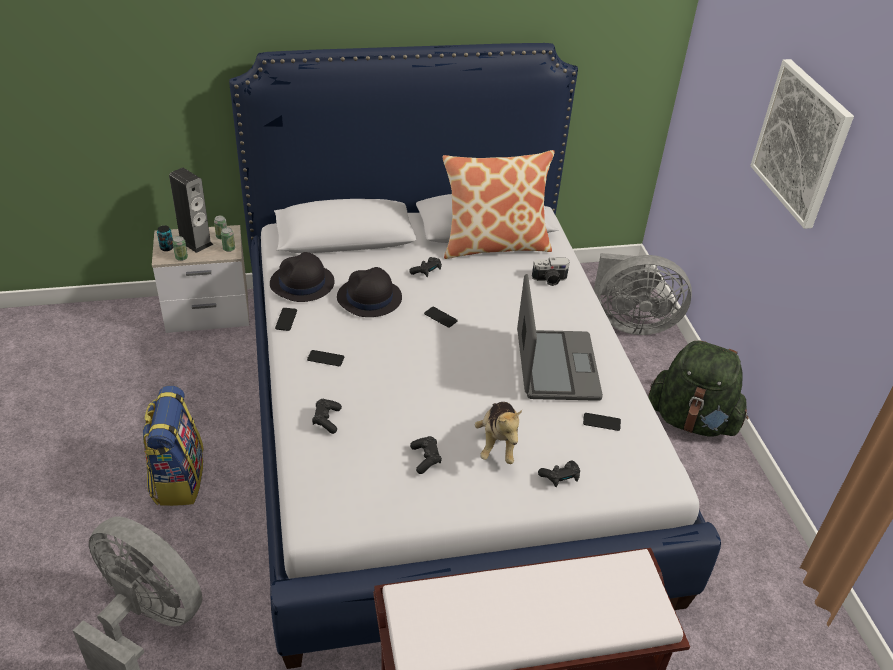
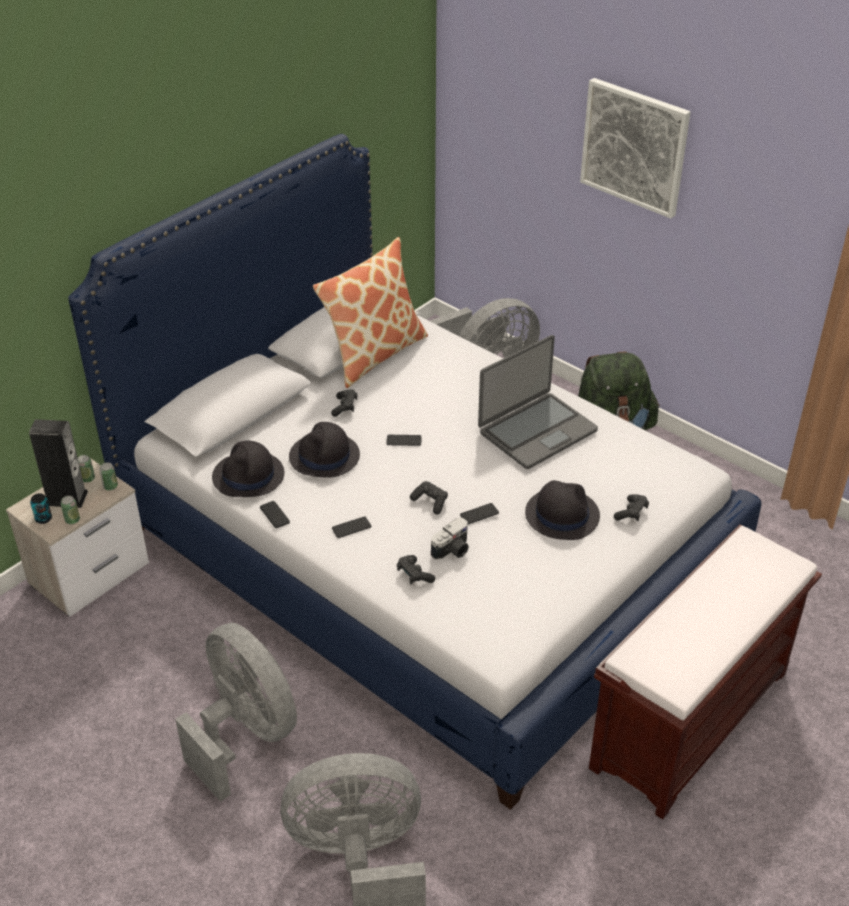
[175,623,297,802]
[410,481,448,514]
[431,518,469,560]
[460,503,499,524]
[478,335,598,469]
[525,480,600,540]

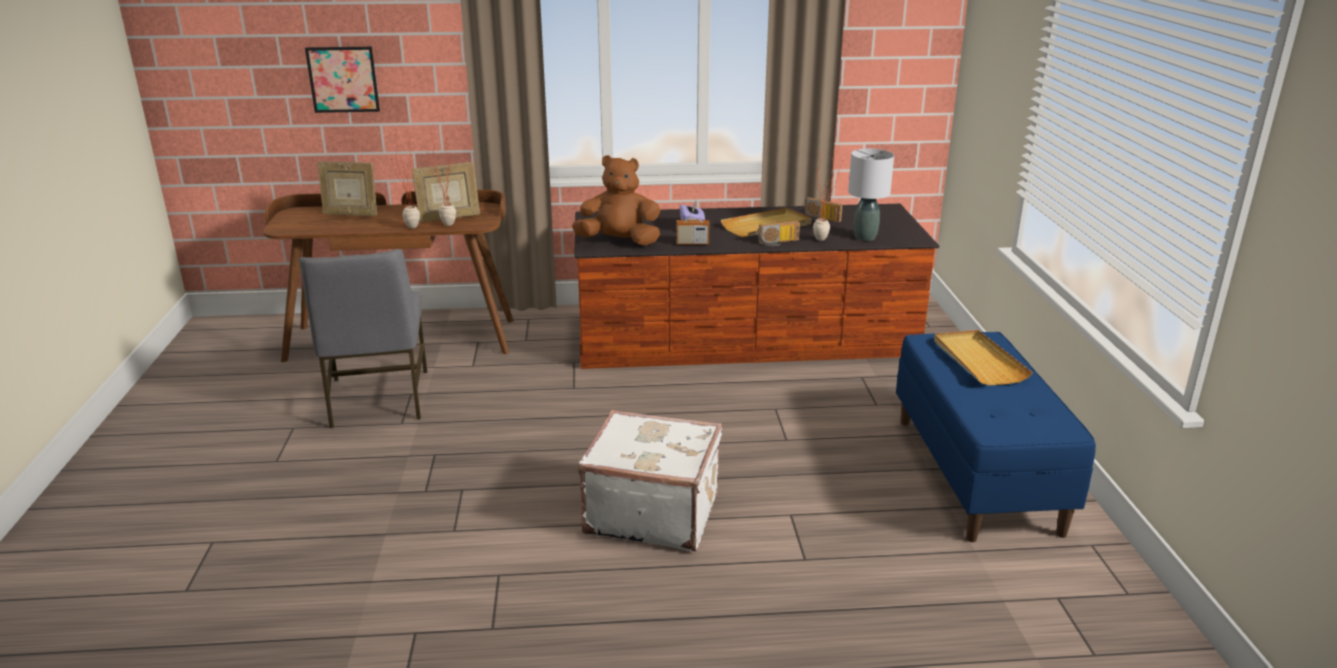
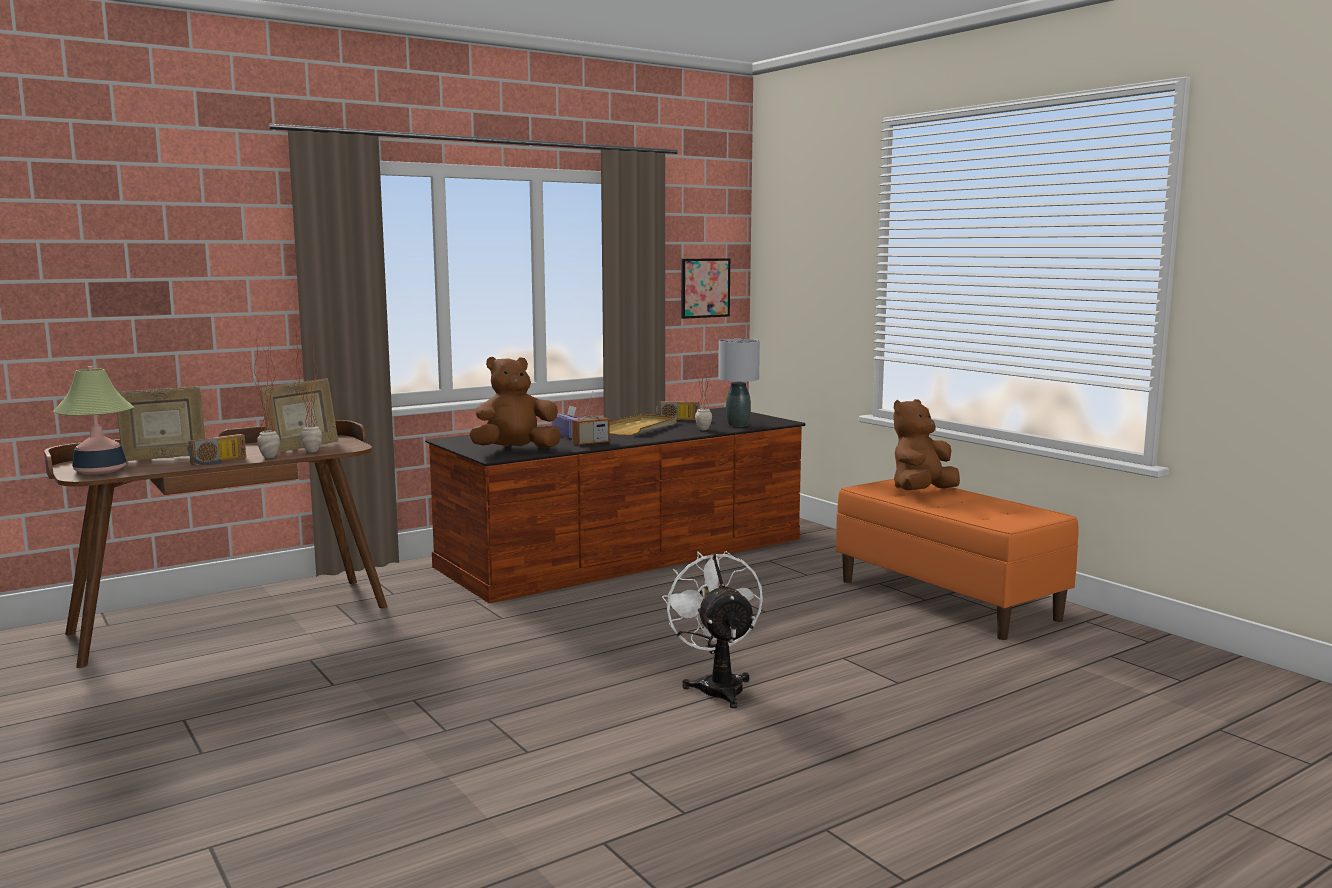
[53,366,135,475]
[187,434,246,465]
[662,551,763,708]
[681,258,730,319]
[836,479,1079,640]
[893,399,960,490]
[299,249,427,428] (first image)

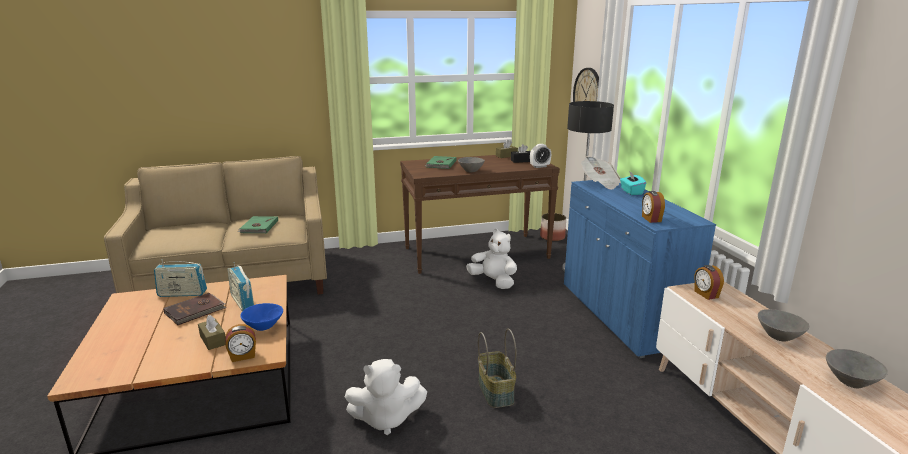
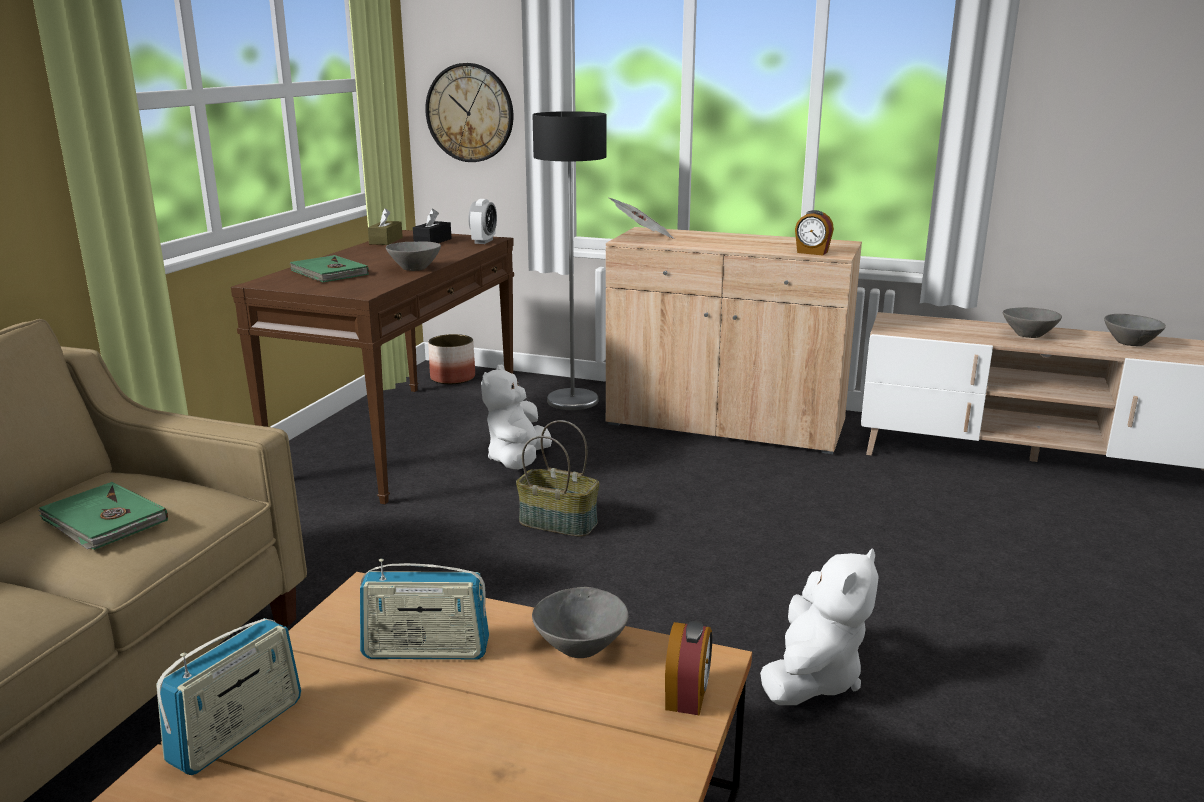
[481,365,552,469]
[516,420,599,537]
[532,587,629,658]
[606,227,862,454]
[163,293,226,325] (first image)
[198,315,226,350] (first image)
[620,171,646,195] (first image)
[694,265,724,300] (first image)

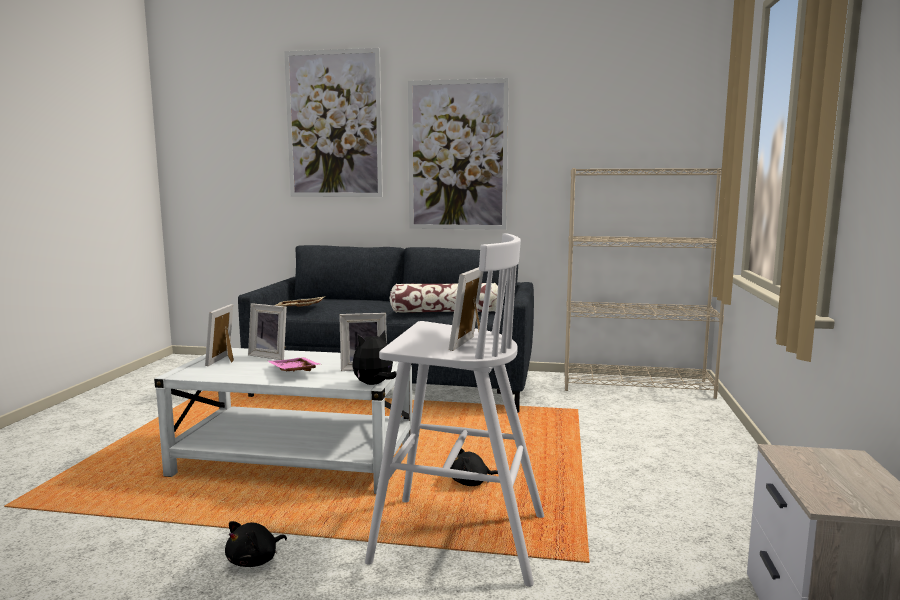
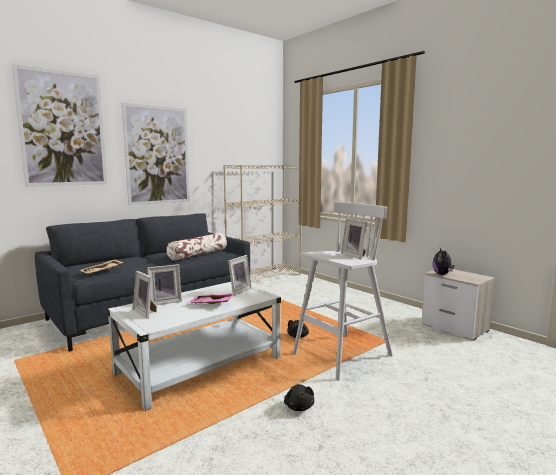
[432,248,454,275]

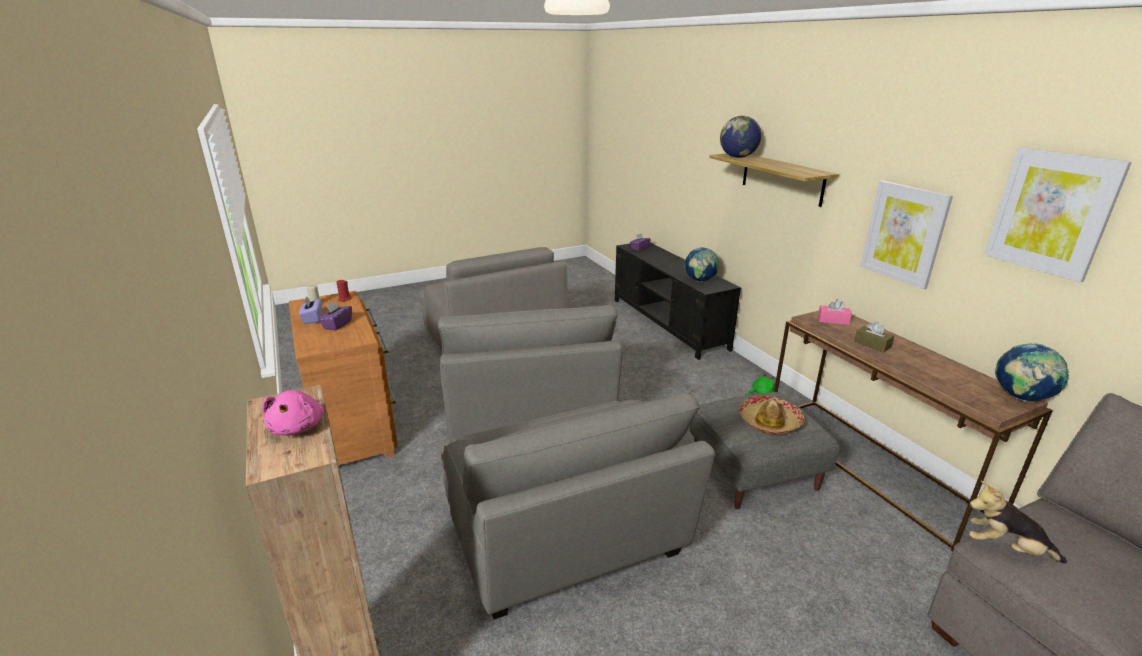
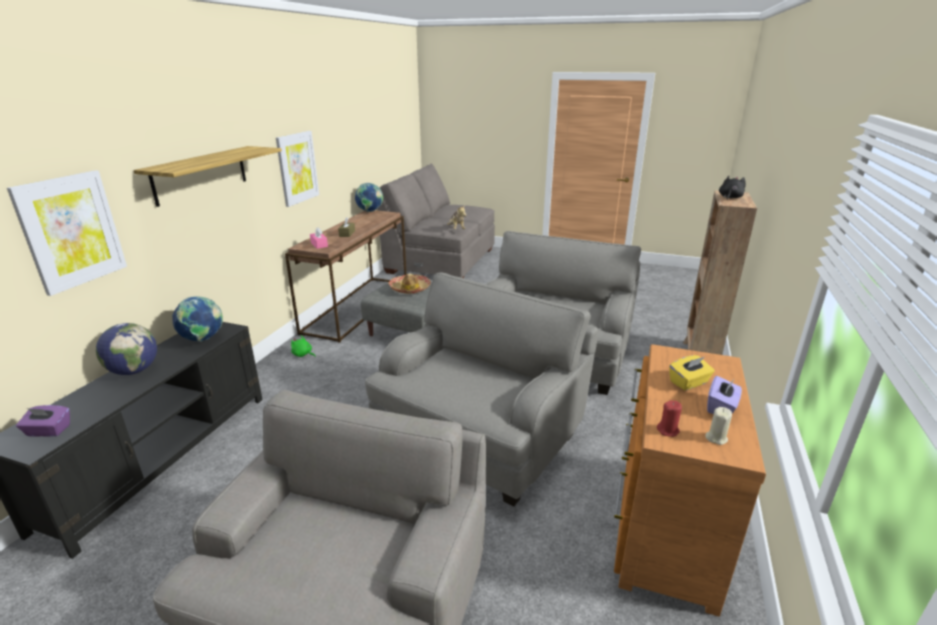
[7,170,127,296]
[96,323,157,375]
[669,355,715,390]
[719,176,746,199]

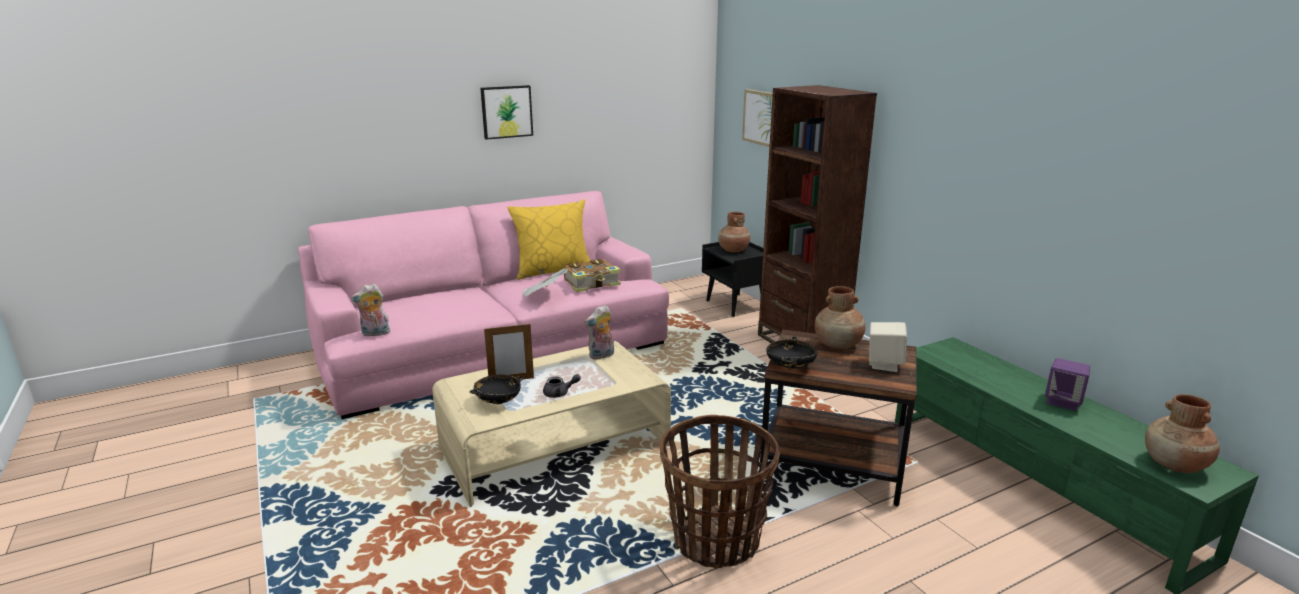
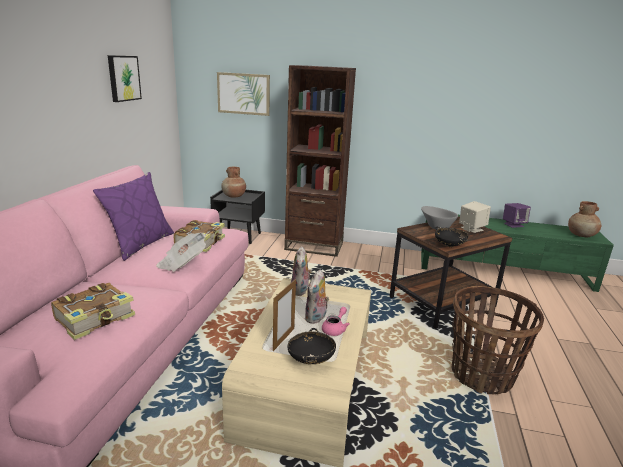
[51,283,135,340]
[93,172,174,261]
[108,55,142,102]
[305,270,329,324]
[322,307,350,336]
[421,206,458,229]

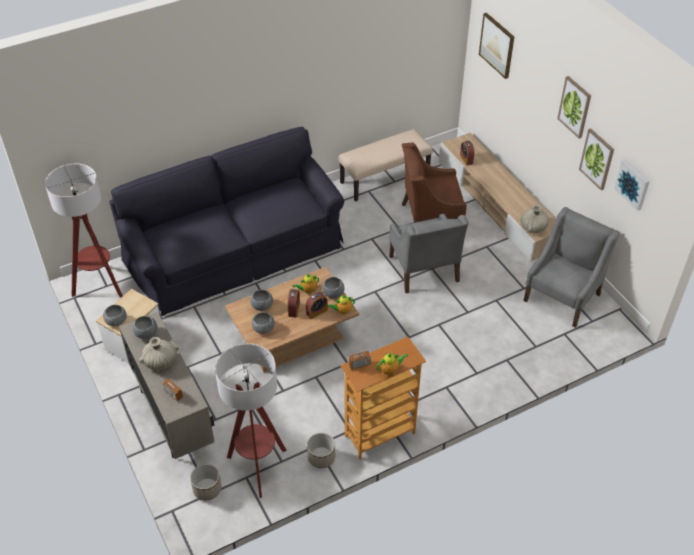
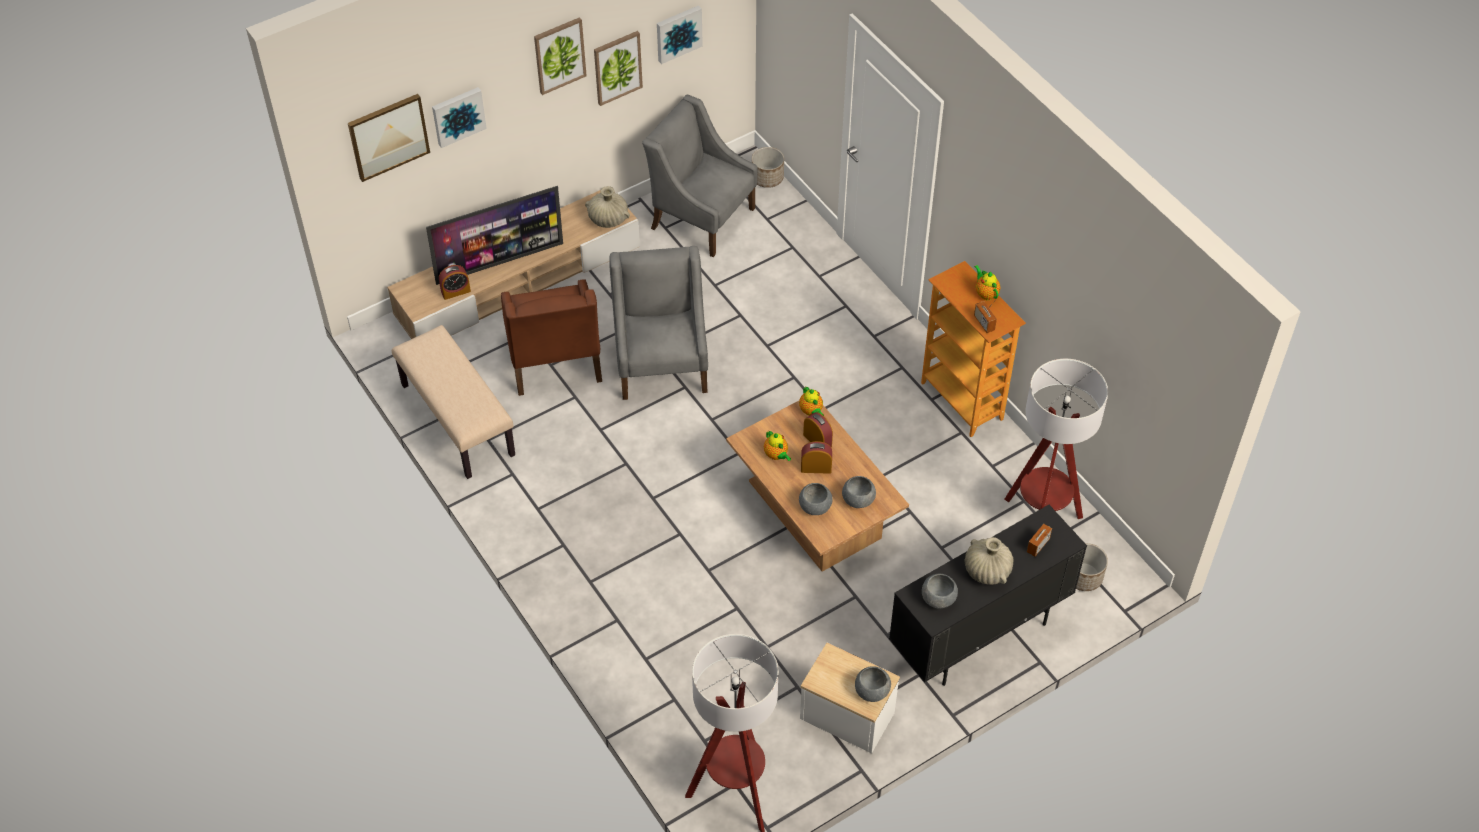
[426,186,563,285]
[432,87,487,148]
[609,246,708,400]
[752,147,784,188]
[889,505,1087,686]
[110,127,344,316] (first image)
[322,277,344,298] (first image)

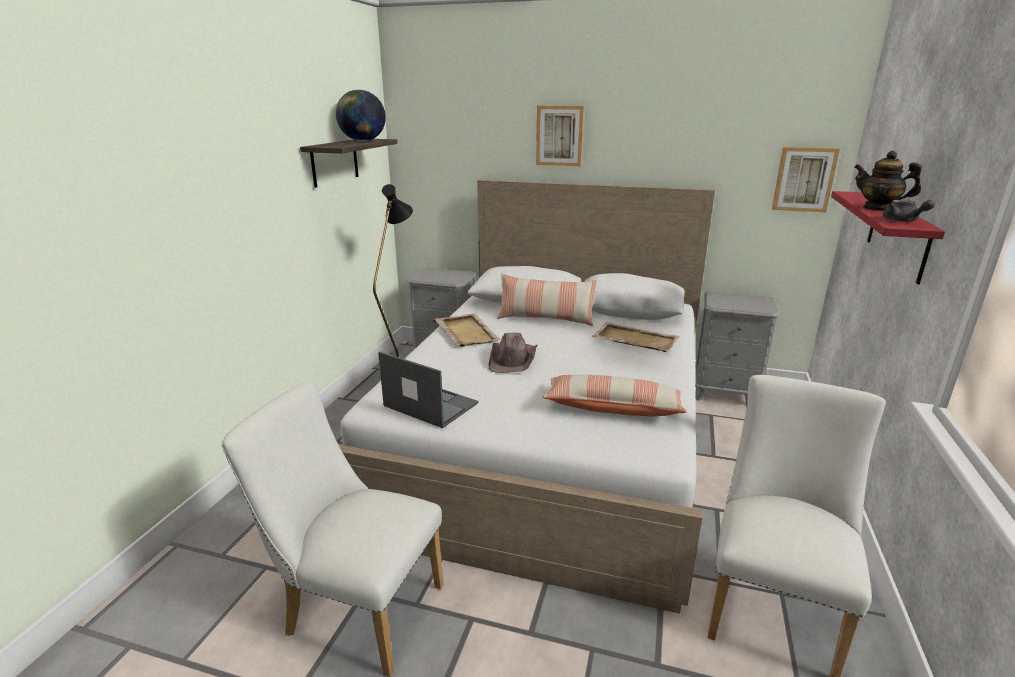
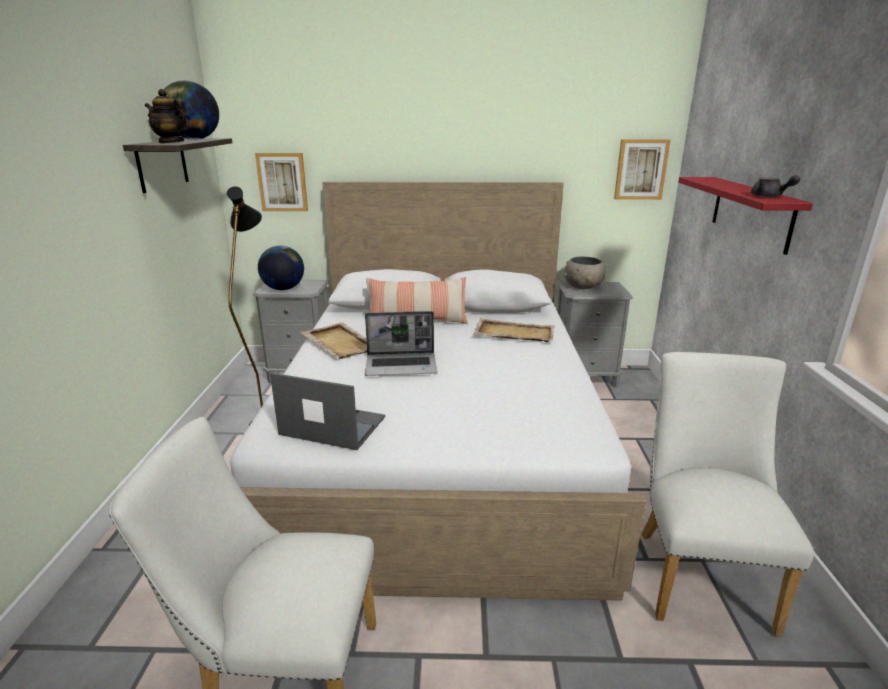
[145,89,189,143]
[255,153,308,211]
[258,245,304,290]
[365,311,437,376]
[564,256,606,289]
[542,374,687,416] (first image)

